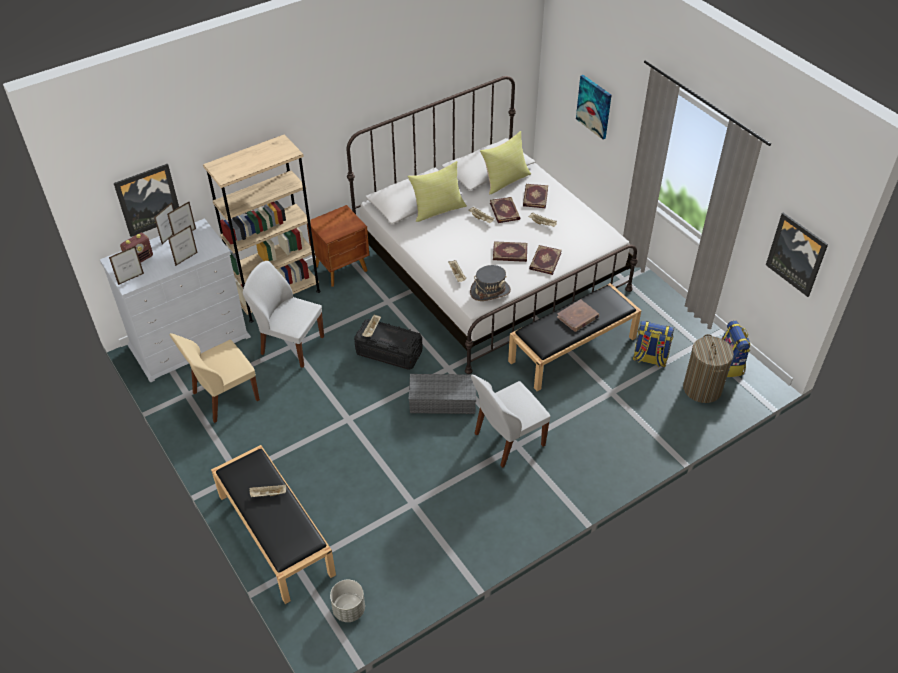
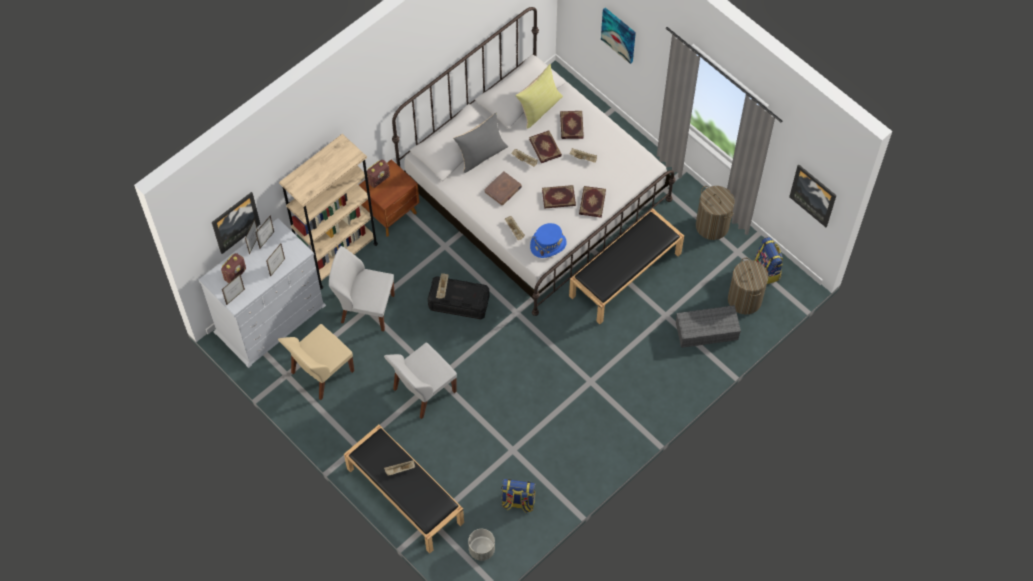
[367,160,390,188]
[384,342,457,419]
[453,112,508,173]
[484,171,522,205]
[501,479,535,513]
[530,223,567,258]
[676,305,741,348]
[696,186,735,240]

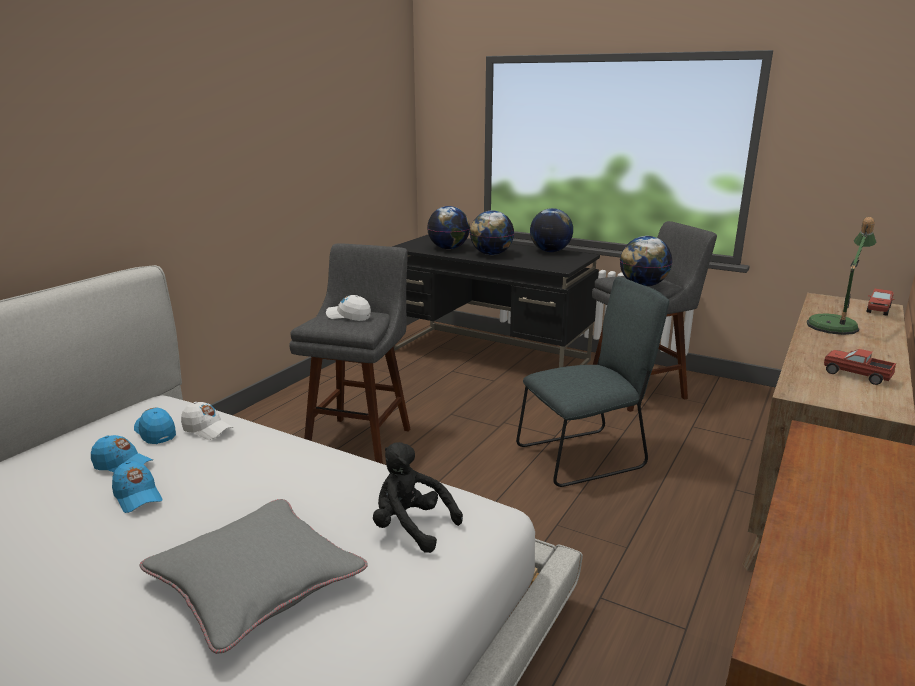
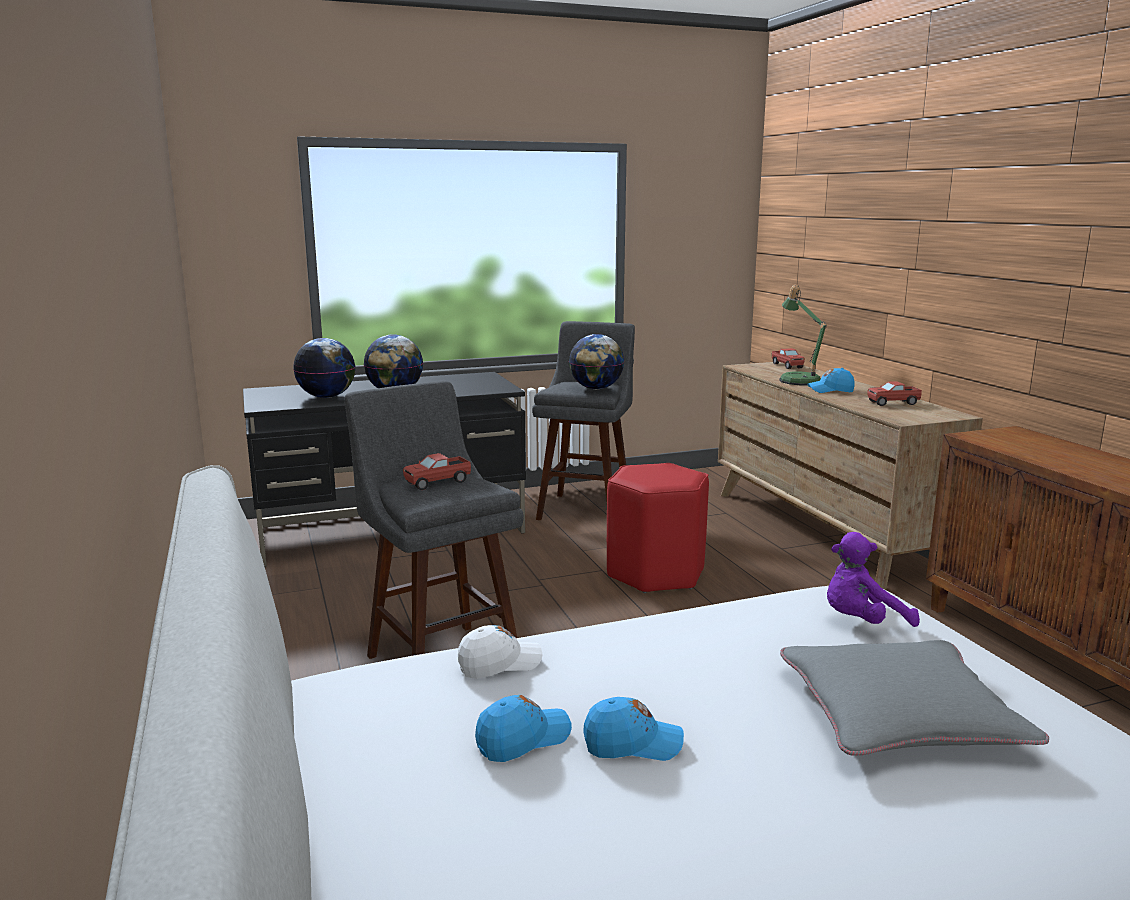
[403,453,471,490]
[607,463,709,593]
[807,368,855,393]
[827,532,920,627]
[530,208,573,252] (first image)

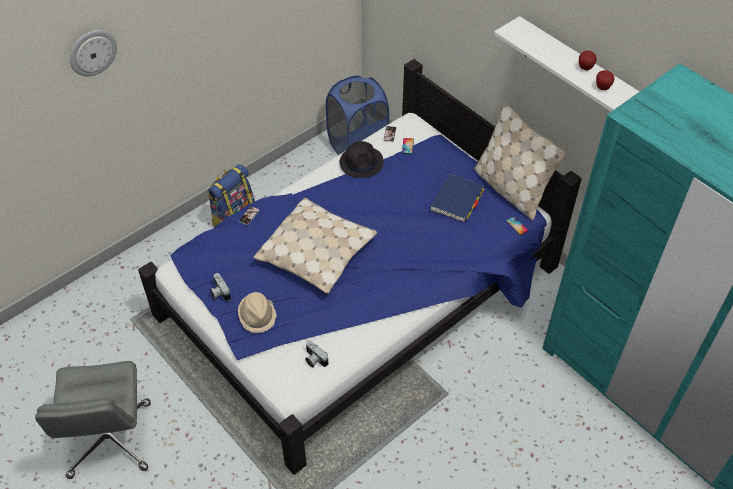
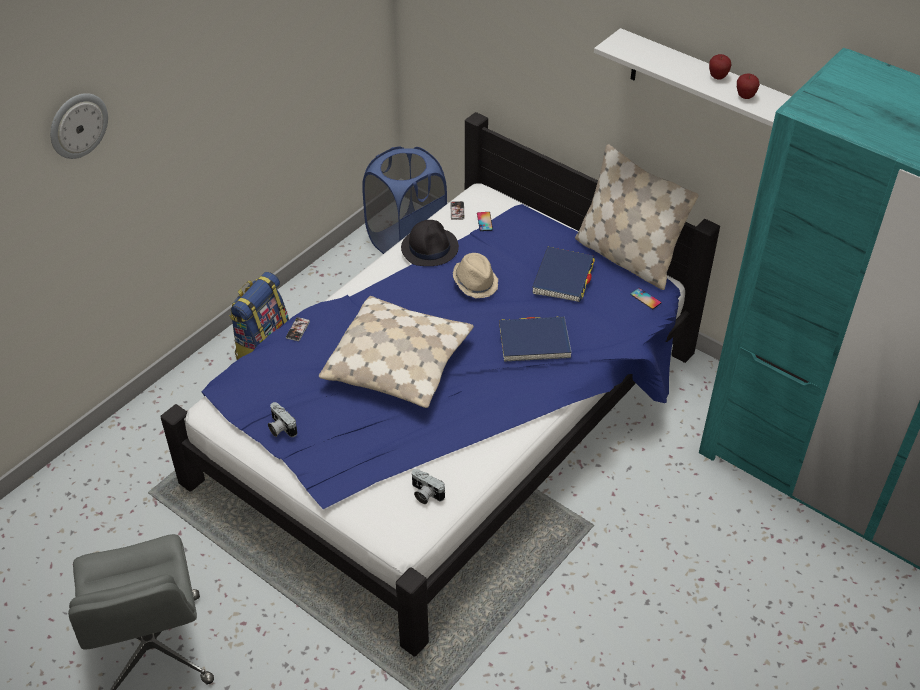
[453,253,498,299]
[499,316,572,362]

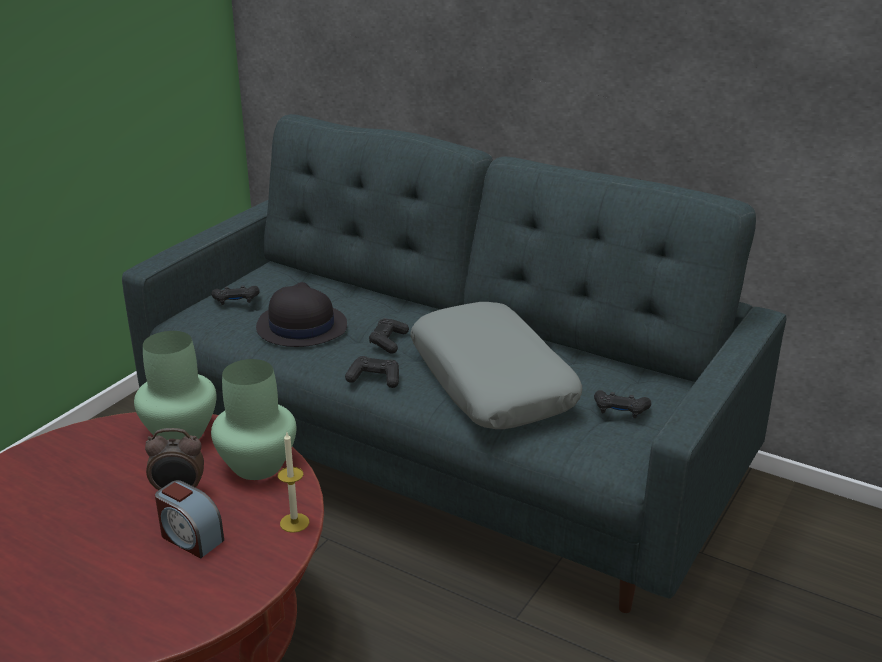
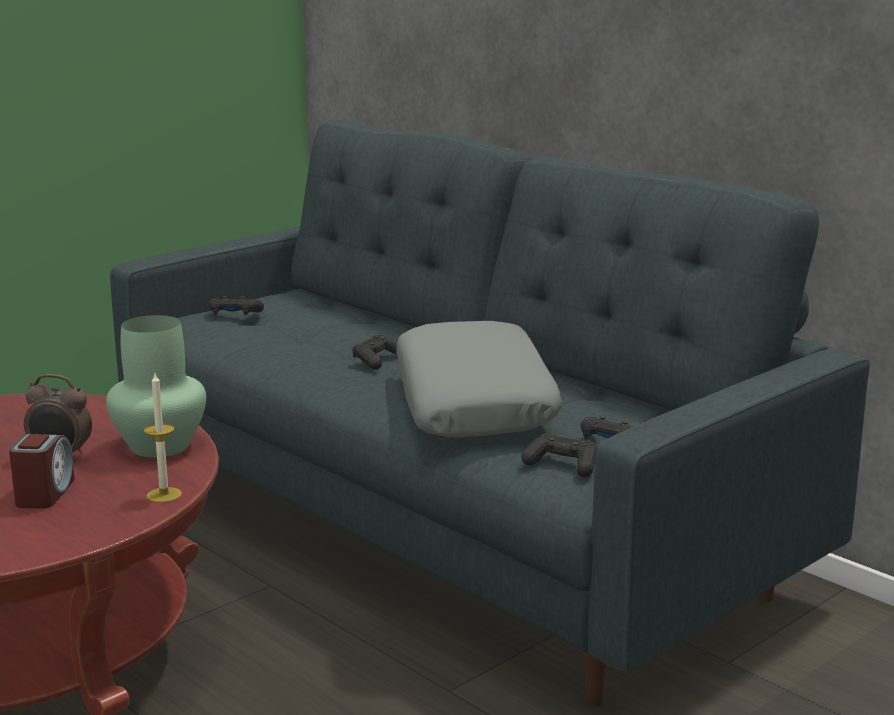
[9,434,75,509]
[521,433,597,477]
[134,331,217,440] (first image)
[256,282,347,347] (first image)

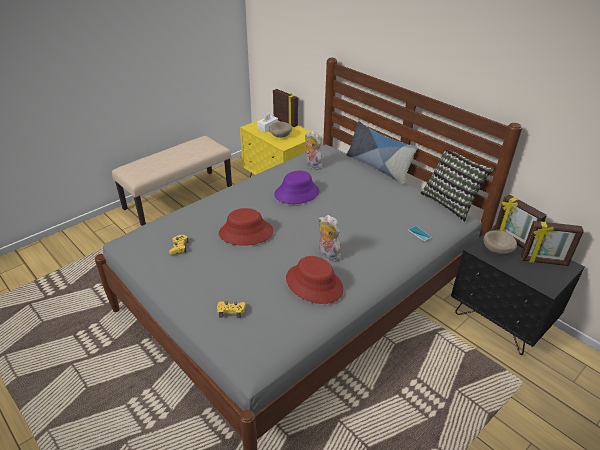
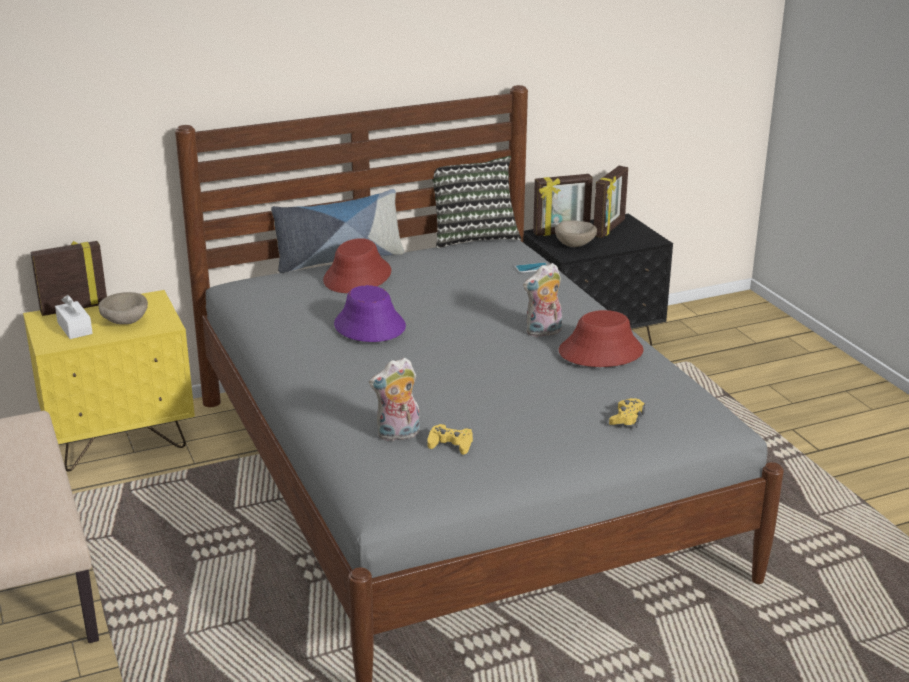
[323,238,391,293]
[369,357,420,442]

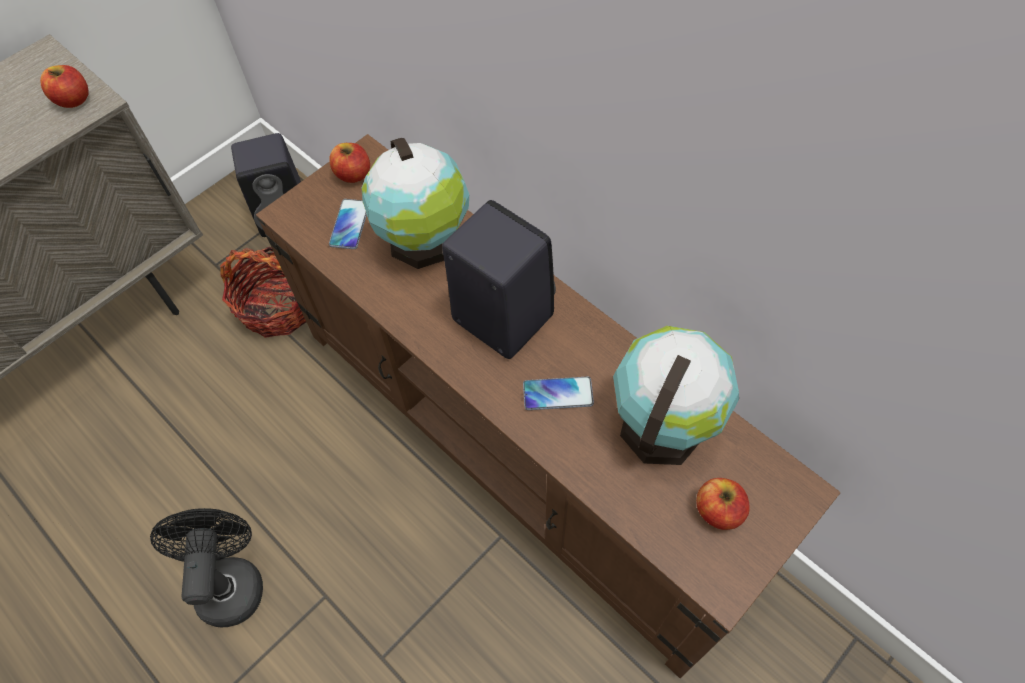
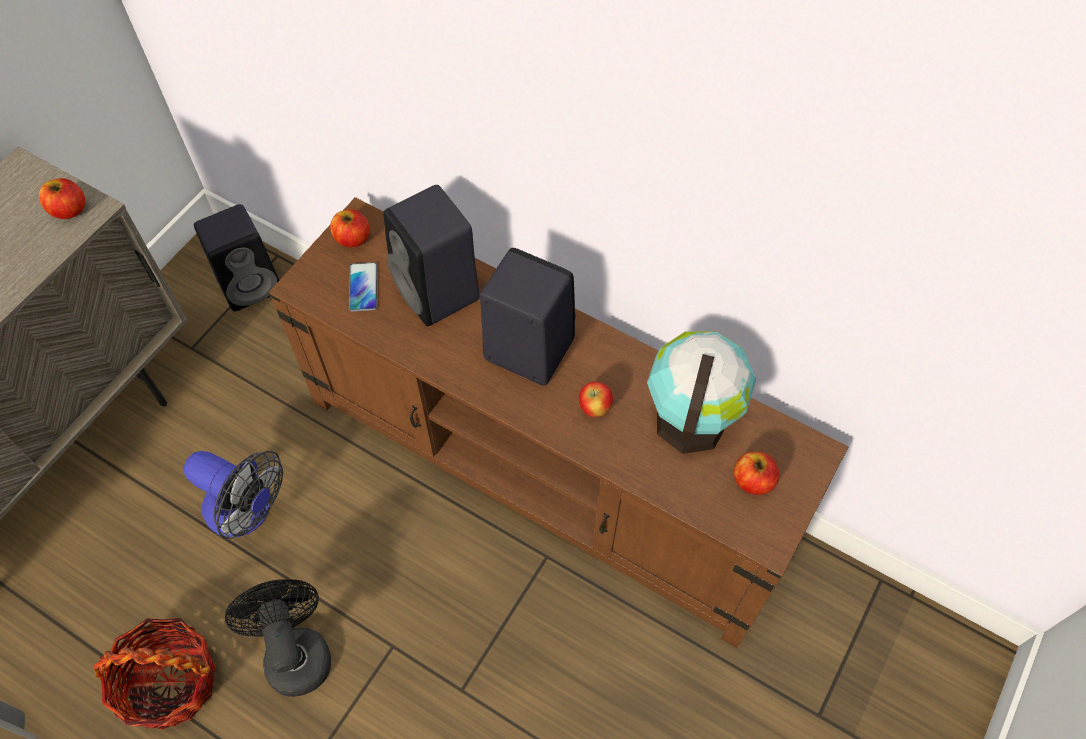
[94,618,216,730]
[184,451,283,539]
[383,185,480,326]
[579,381,613,417]

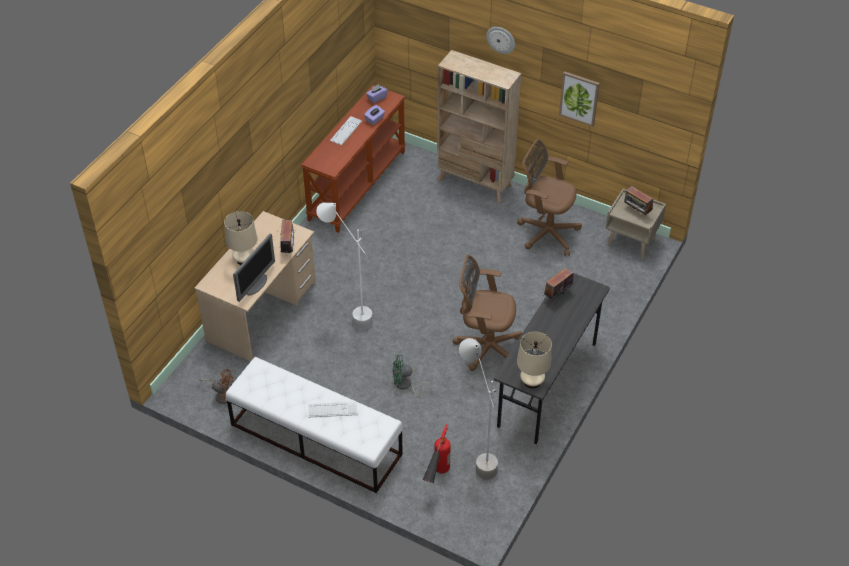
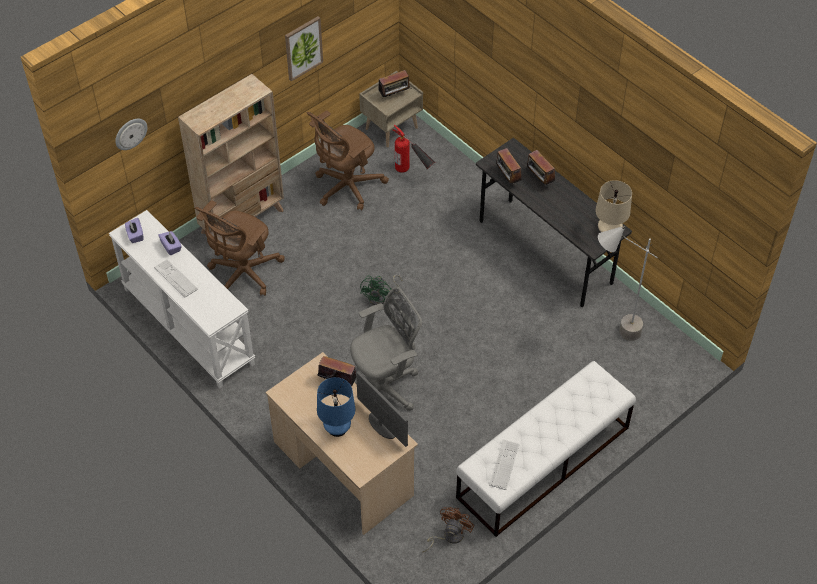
[109,210,255,388]
[115,119,147,150]
[195,200,285,296]
[317,377,355,437]
[350,287,422,411]
[360,274,402,305]
[392,124,435,173]
[489,439,519,490]
[527,150,555,187]

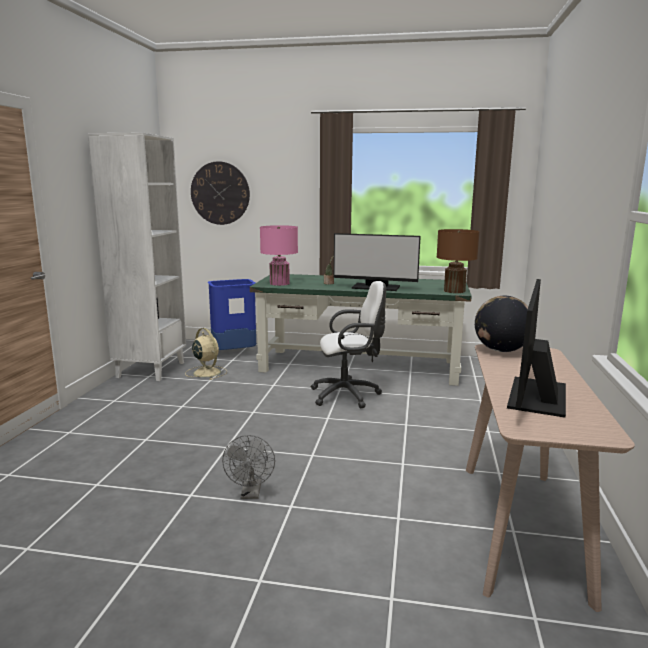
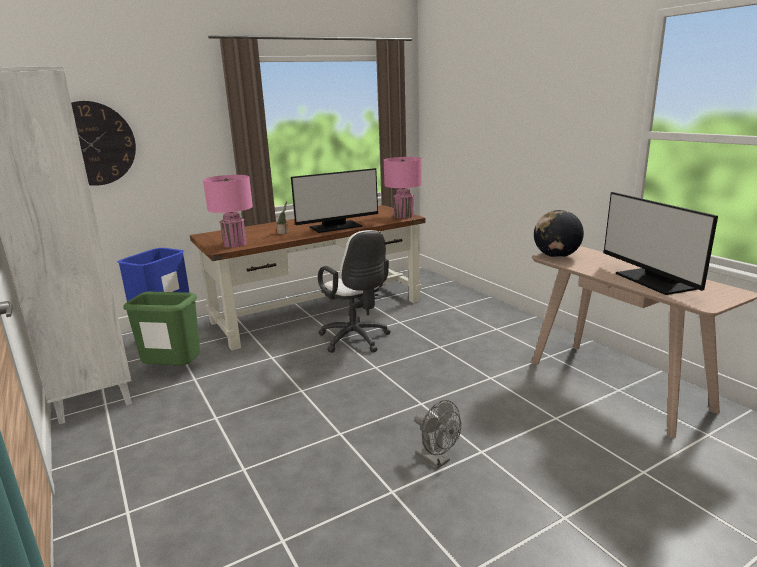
[123,292,200,365]
[190,205,426,351]
[318,230,391,353]
[384,157,422,219]

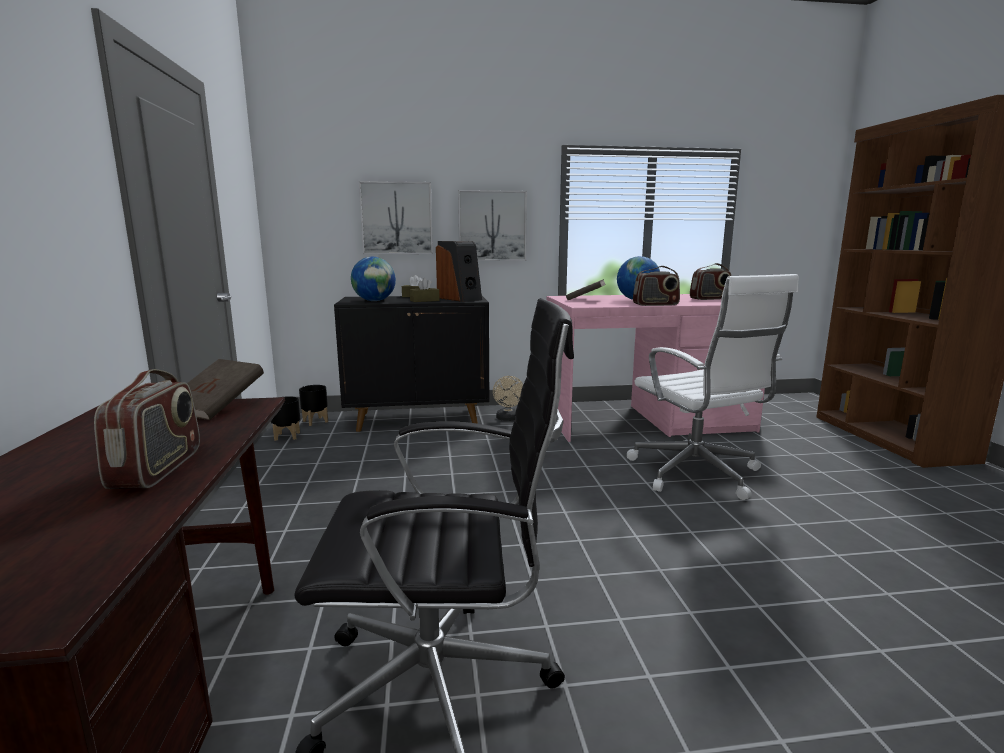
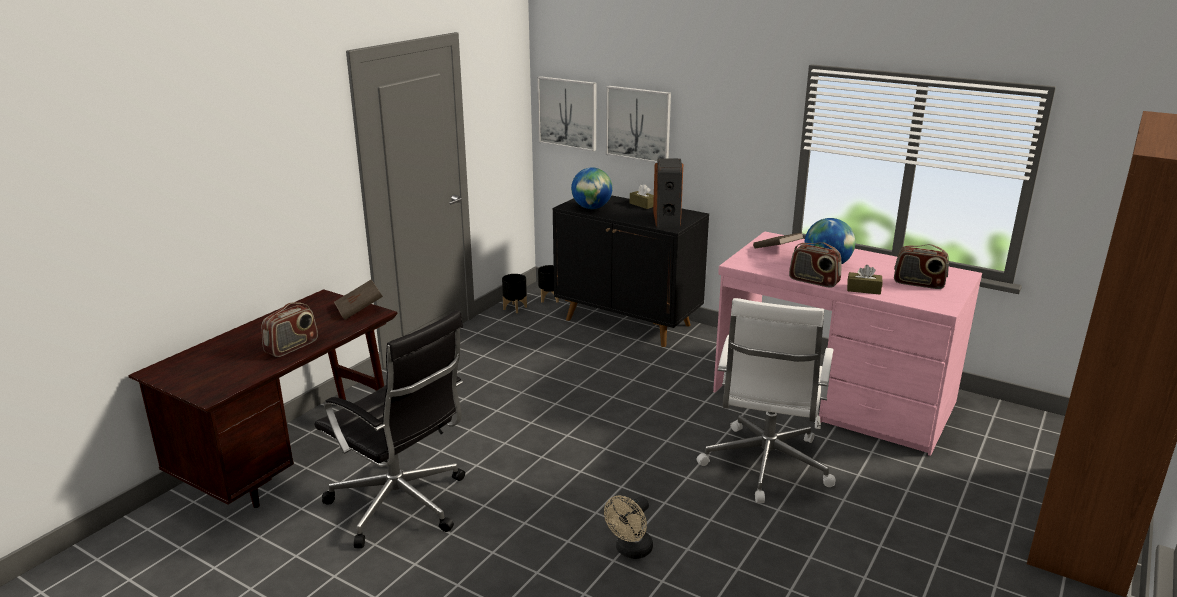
[537,76,596,152]
[604,496,653,559]
[847,265,883,295]

